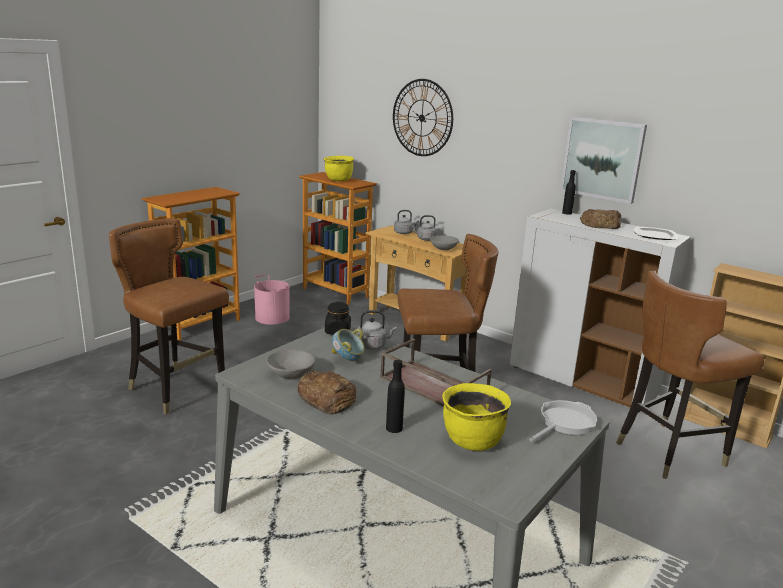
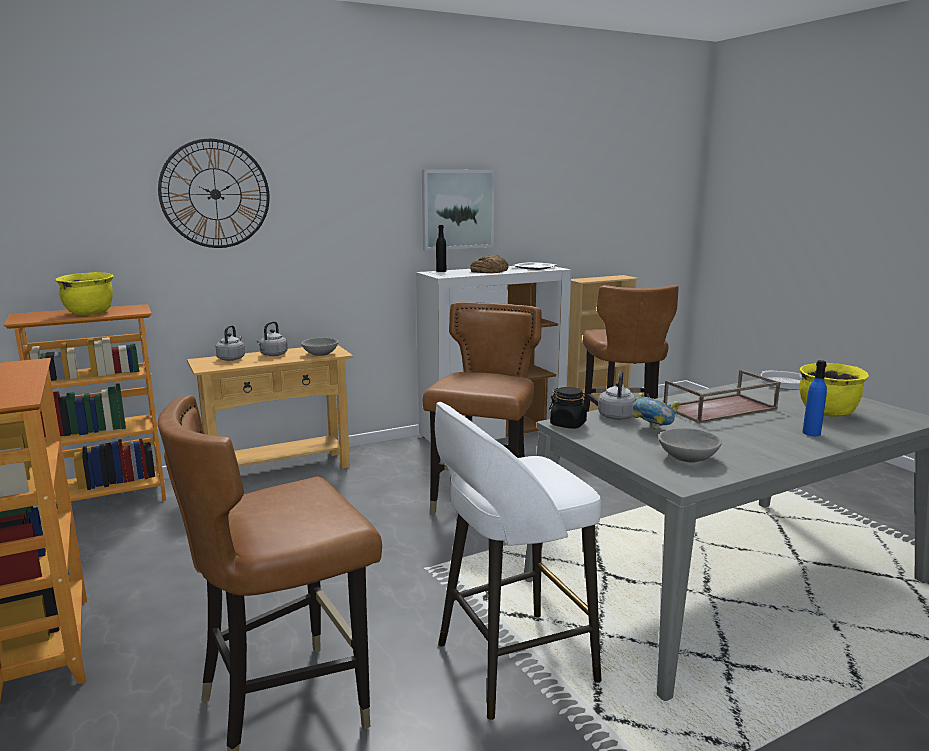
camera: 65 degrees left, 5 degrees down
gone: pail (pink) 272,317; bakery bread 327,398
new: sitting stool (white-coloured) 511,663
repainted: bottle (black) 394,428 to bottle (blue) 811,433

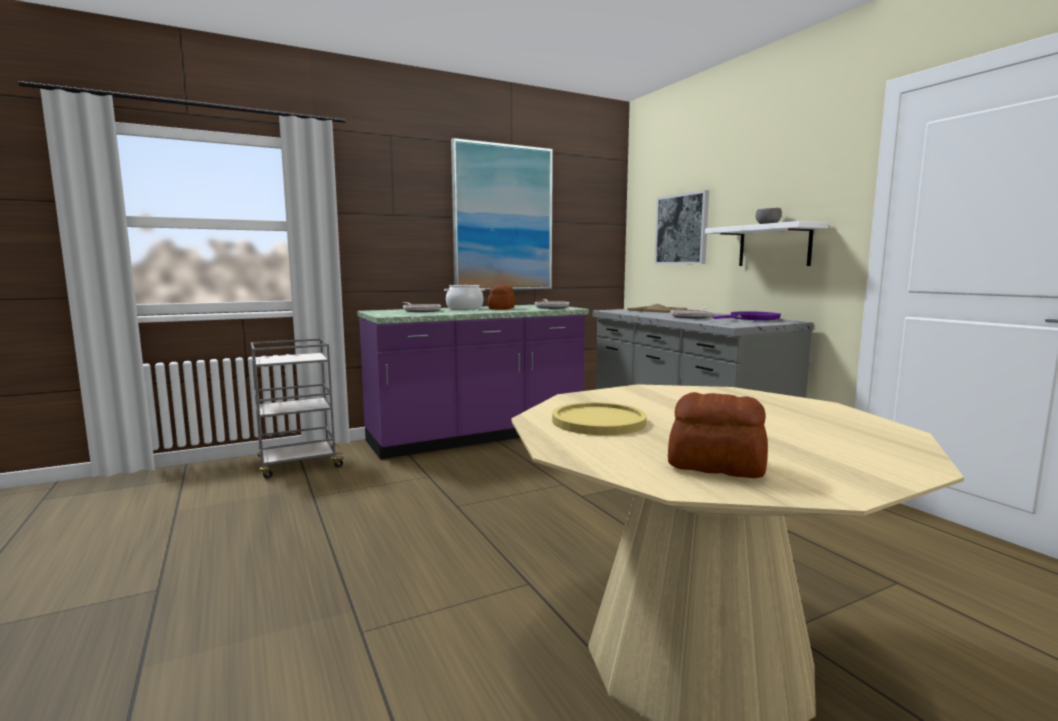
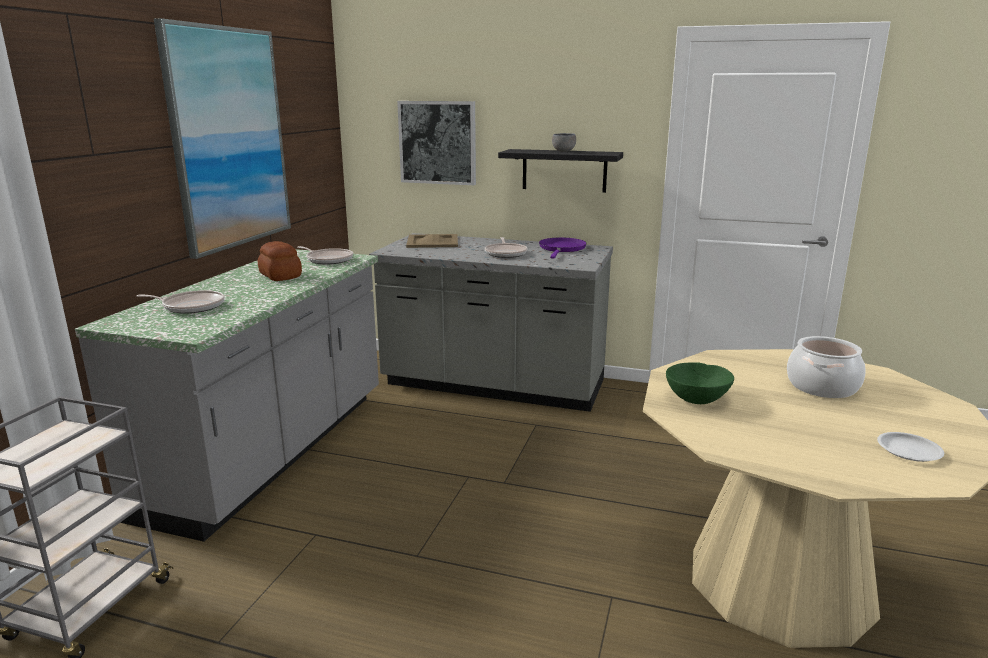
camera: 45 degrees left, 10 degrees up
gone: dinner plate (yellow) 598,421
new: serving bowl (green-coloured) 696,398
shifted: stockpot 465,308 to 822,386
swapped: bakery bread 715,465 to dinner plate (white-coloured) 908,450
repainted: kitchen base unit (purple) 477,436 to kitchen base unit (greyish) 273,452; wall shelf (white-coloured) 774,246 to wall shelf (black) 564,170

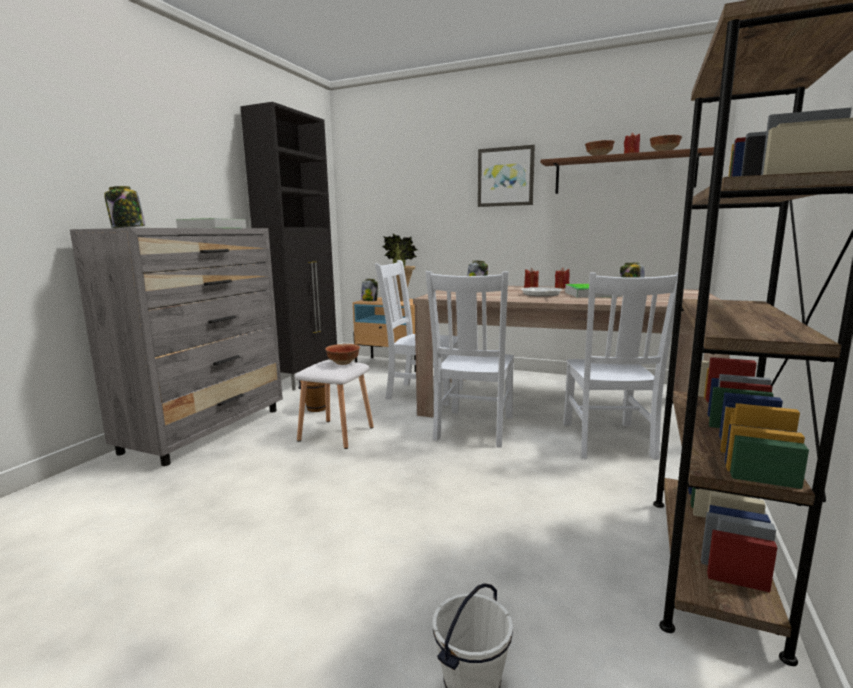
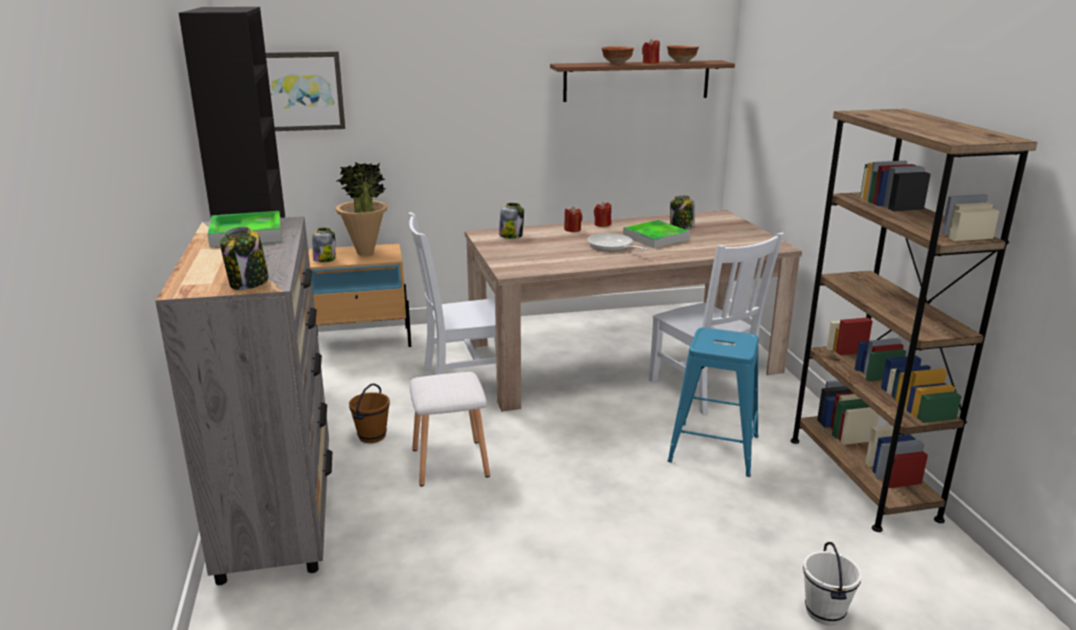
camera: 35 degrees left, 10 degrees up
gone: serving bowl 344,363; plain chair (white-coloured) 473,429
new: sitting stool (blue) 714,448
shifted: picture 505,177 to 303,91

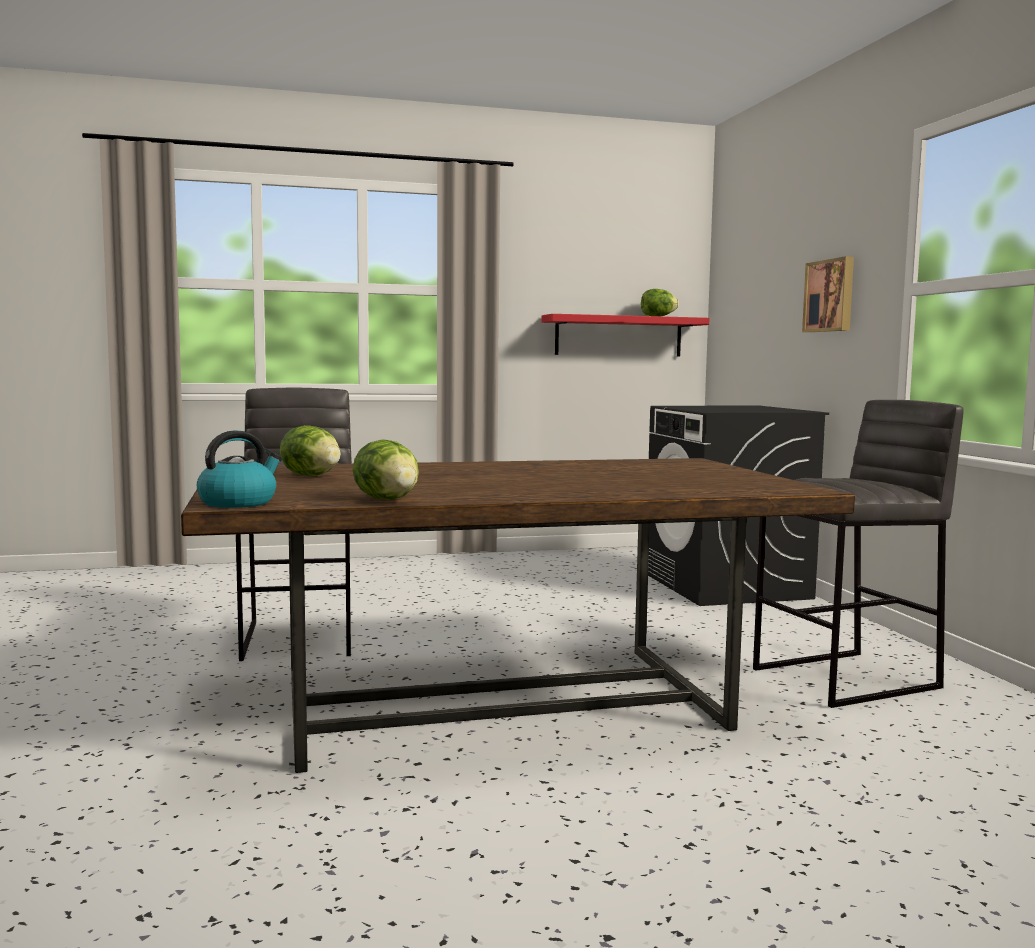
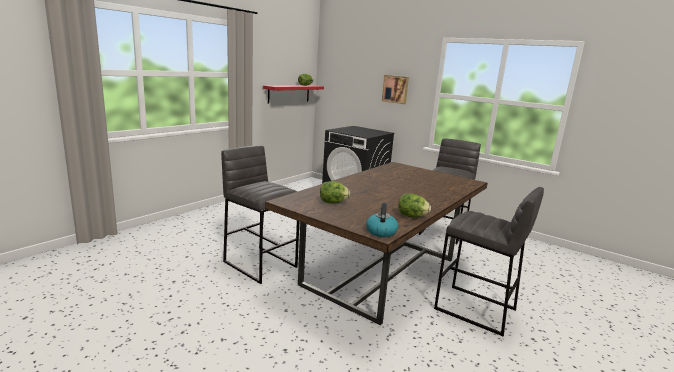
camera: 40 degrees left, 10 degrees up
new: sitting stool (greyish) 475,310

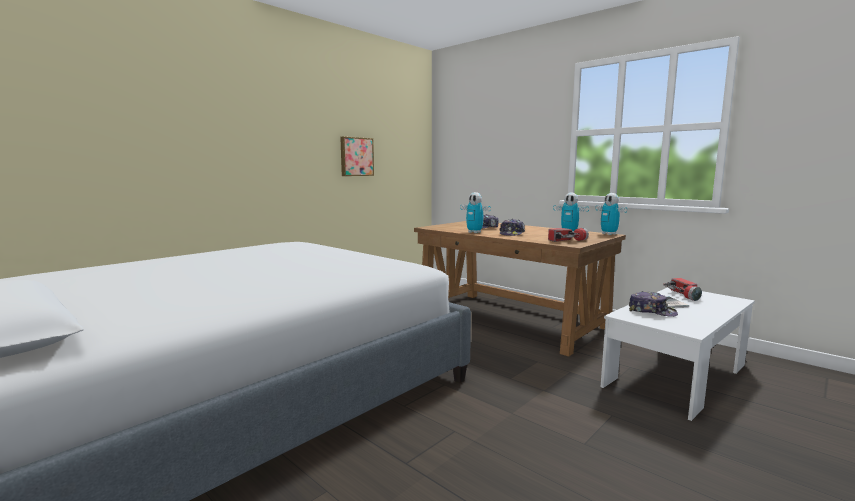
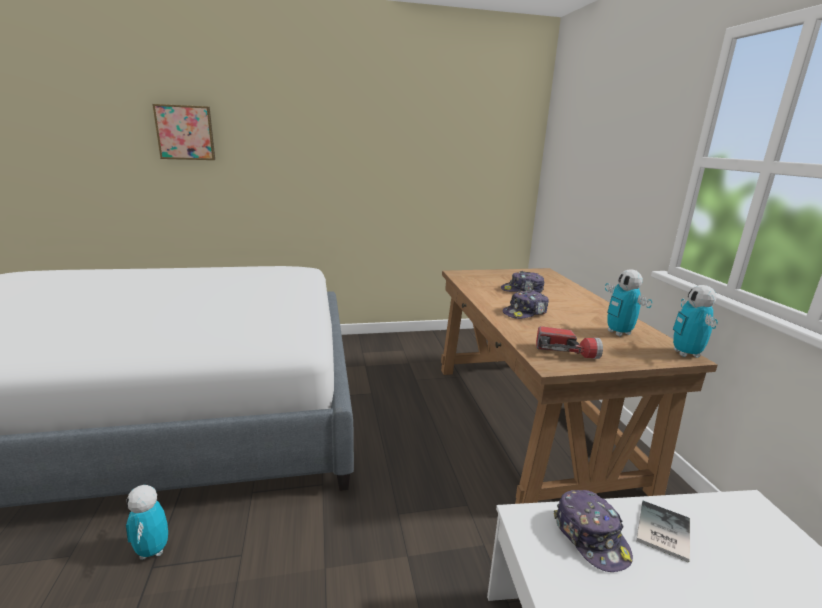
camera: 35 degrees right, 10 degrees up
gone: hand torch 684,295
shifted: picture 356,156 to 185,132; robot figure 474,232 to 153,550

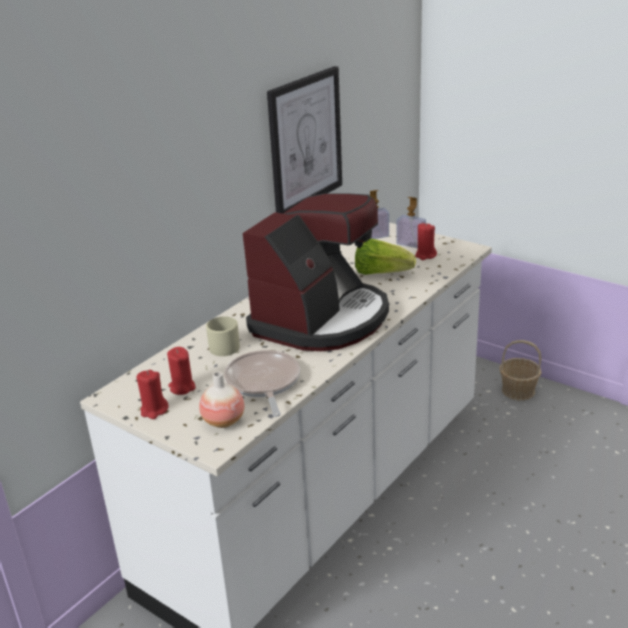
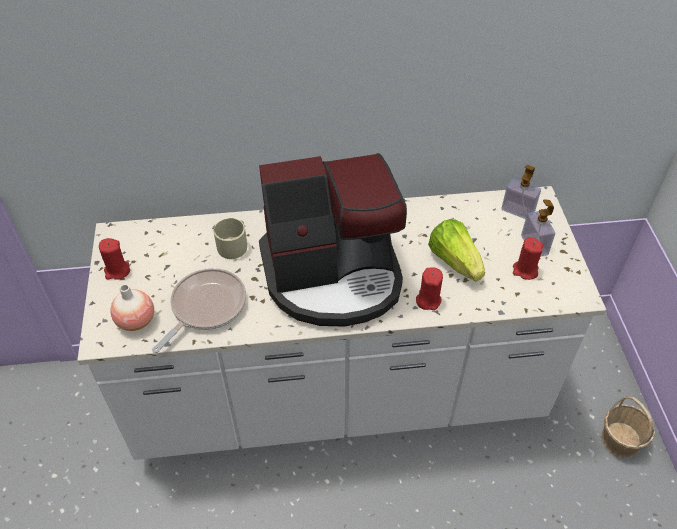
camera: 45 degrees right, 20 degrees up
gone: picture 305,141
shifted: candle (red) 182,387 to 428,300

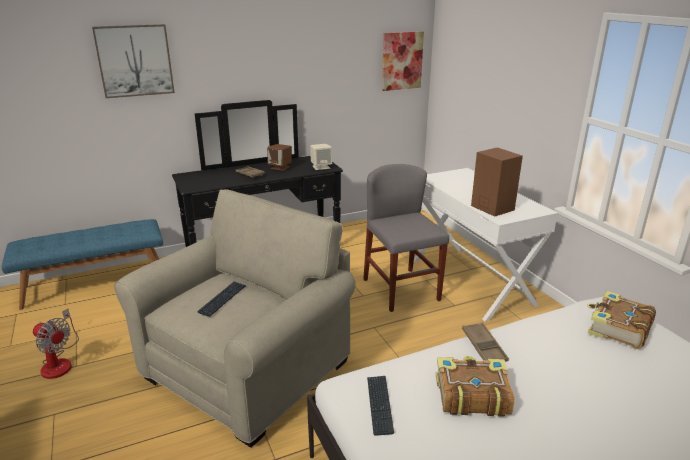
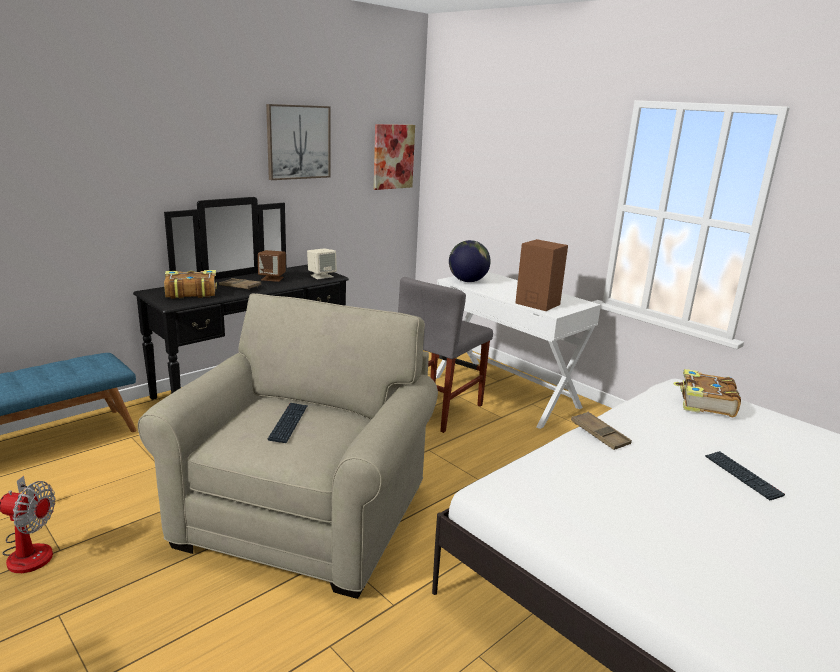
camera: 20 degrees left, 5 degrees down
new: globe 467,281
shifted: picture 134,61 to 298,142; PC keyboard 379,405 to 742,476; book 471,395 to 190,292
rotated: plain chair (greyish) 401,289 = 437,408 105 degrees counterclockwise

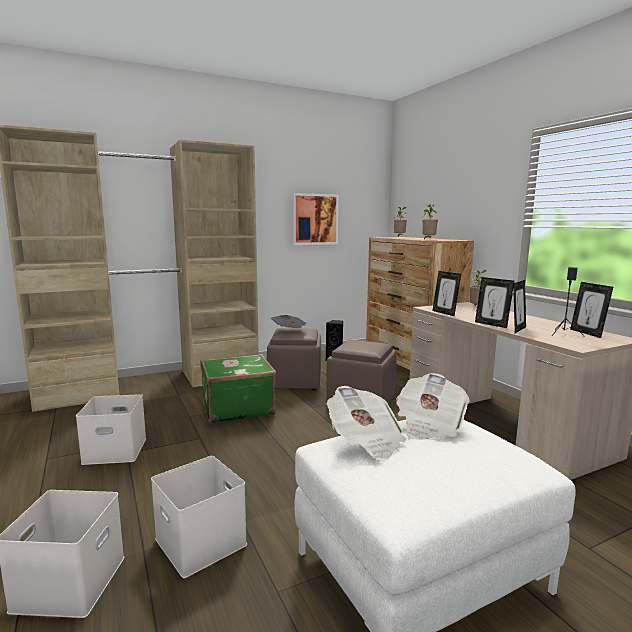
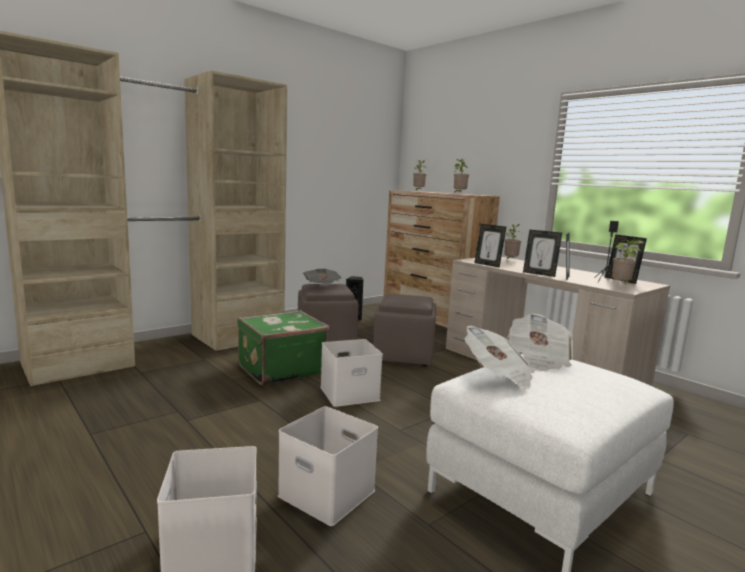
camera: 15 degrees left, 0 degrees up
gone: picture 314,219
new: plant in a pot 622,286
shifted: storage bin (white-coloured) 116,450 to 350,393

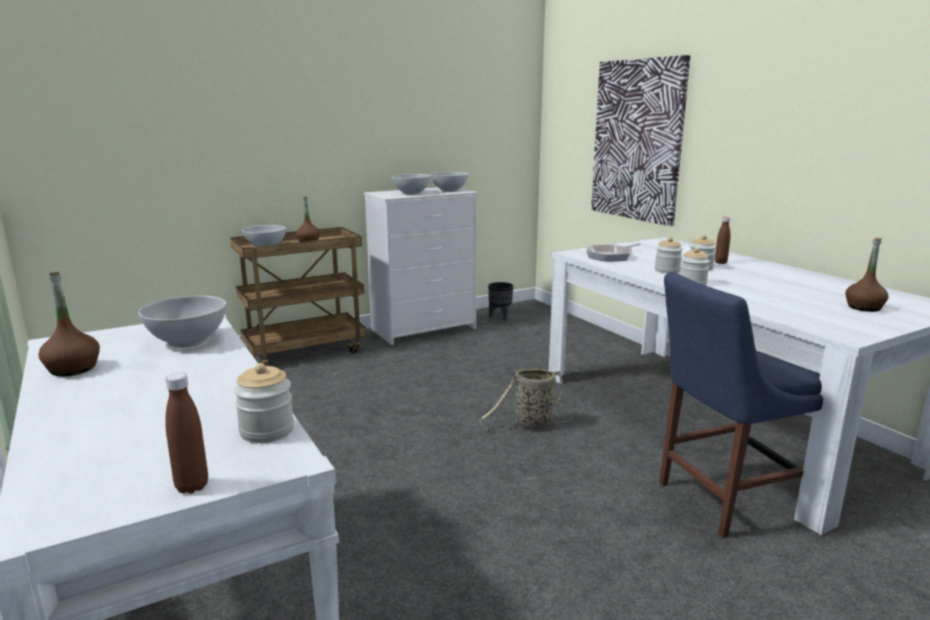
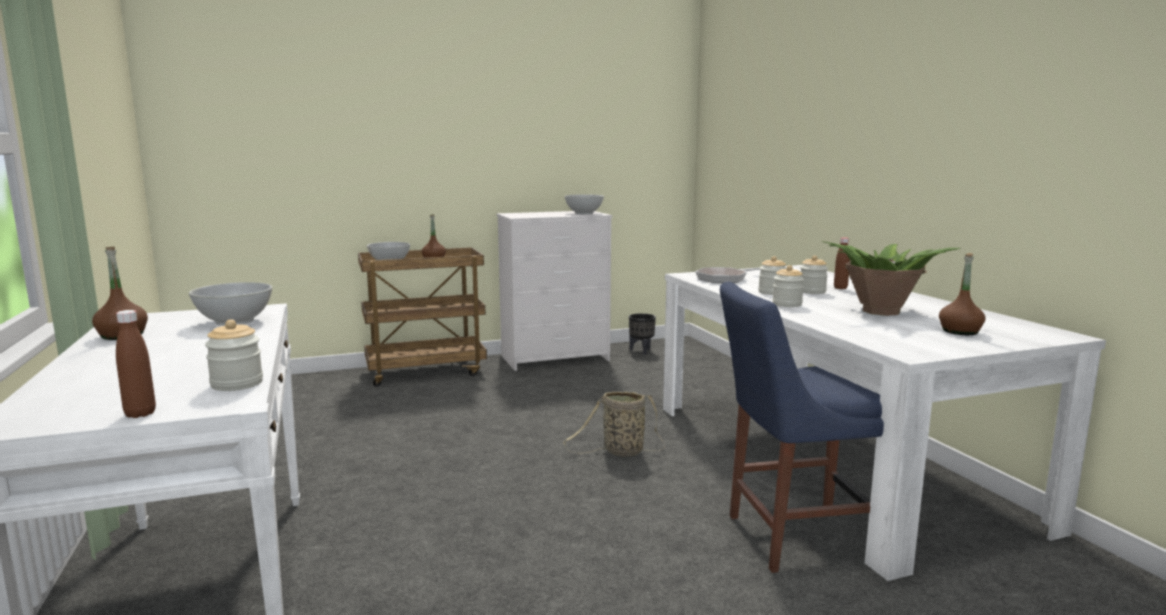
camera: 10 degrees right, 5 degrees down
gone: serving bowl (white-coloured) 411,193; picture 637,140
new: plant in a pot 879,311

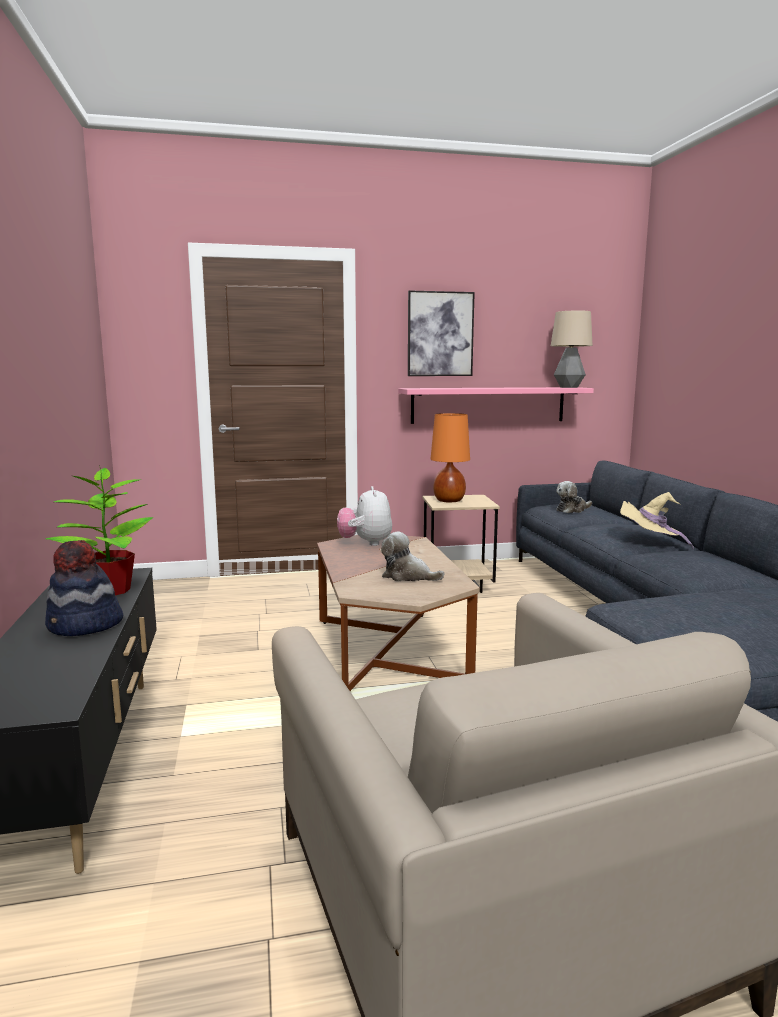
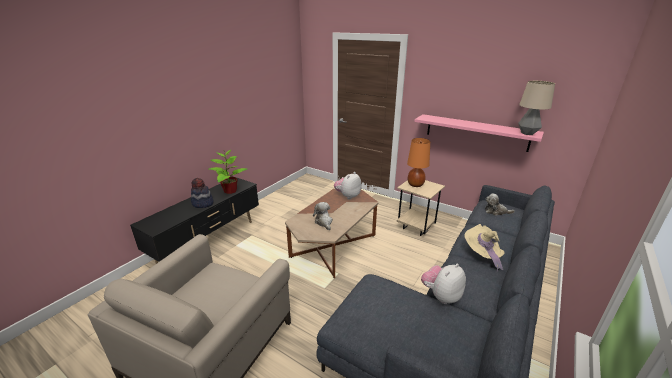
camera: 45 degrees right, 15 degrees up
gone: picture 440,334
new: cuddly toy 441,296

